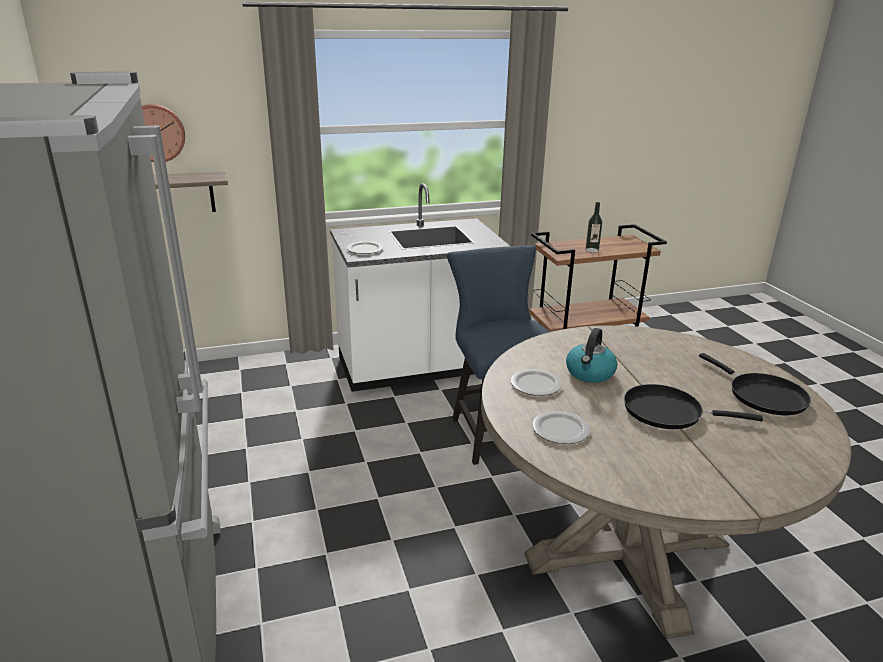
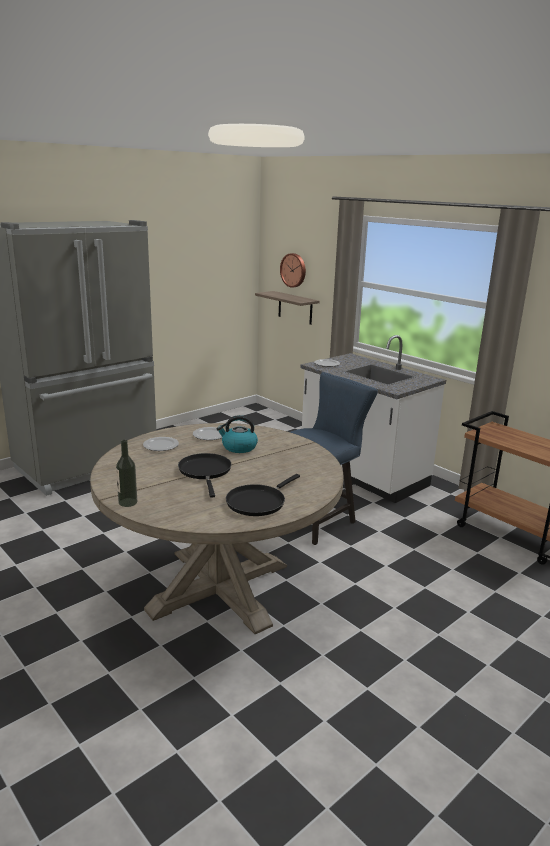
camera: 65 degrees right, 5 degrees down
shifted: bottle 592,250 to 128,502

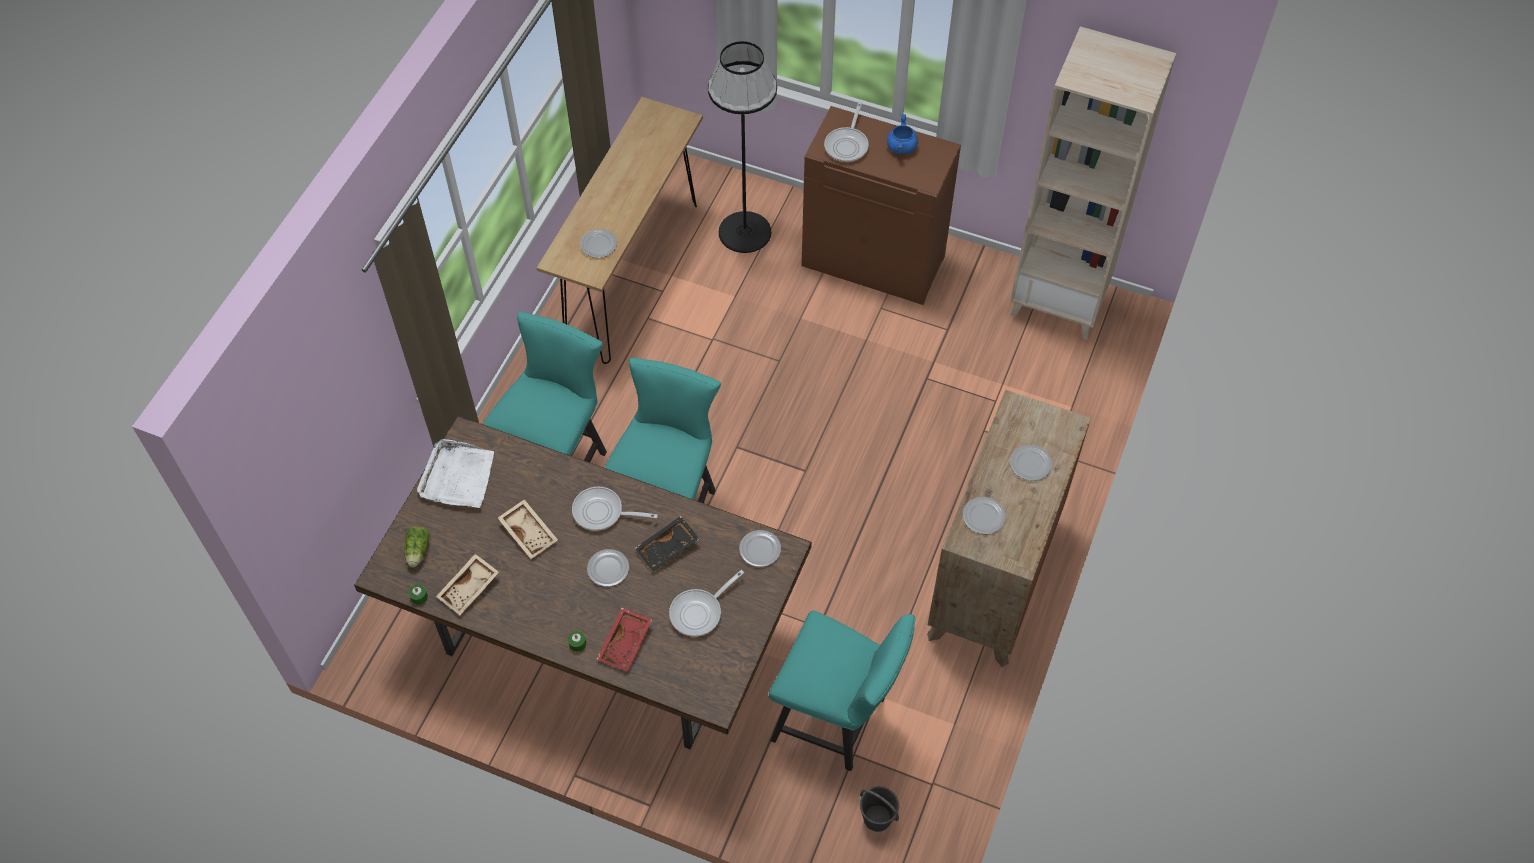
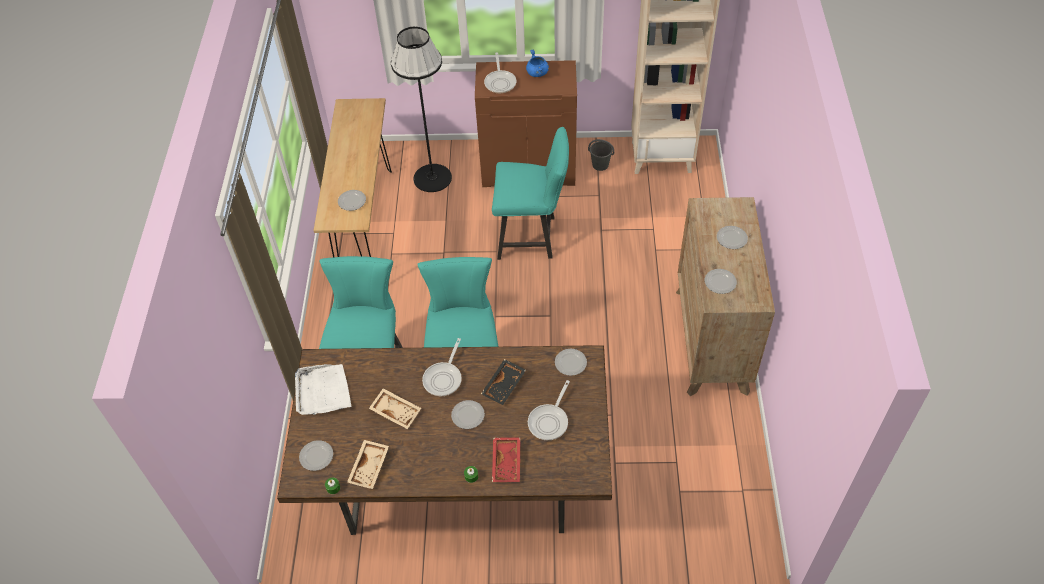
camera: 20 degrees left, 5 degrees down
shifted: plain chair (blue-green) 837,721 to 532,237; pail (greyish) 877,818 to 600,165
swapped: head of lettuce 417,552 to dinner plate 316,456
rotated: skillet 602,512 = 444,378 60 degrees counterclockwise

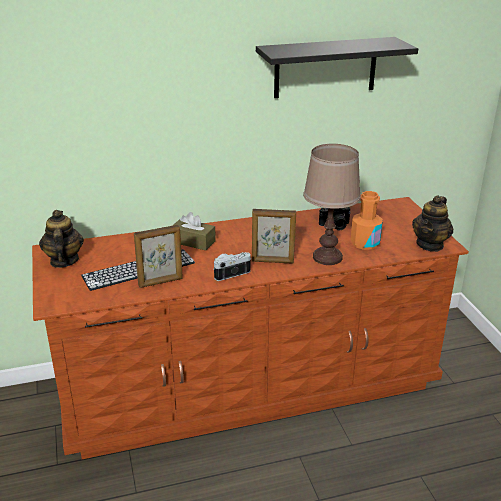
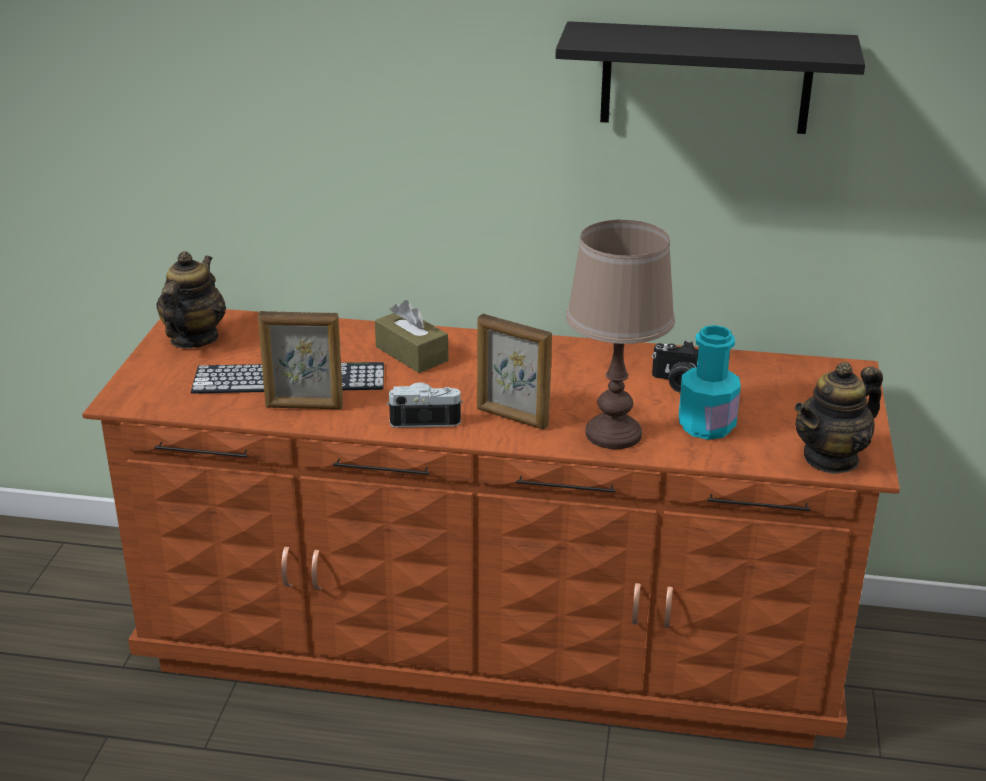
camera: 25 degrees right, 0 degrees up
repainted: bottle (orangey) 365,243 to bottle (blue-green) 706,426

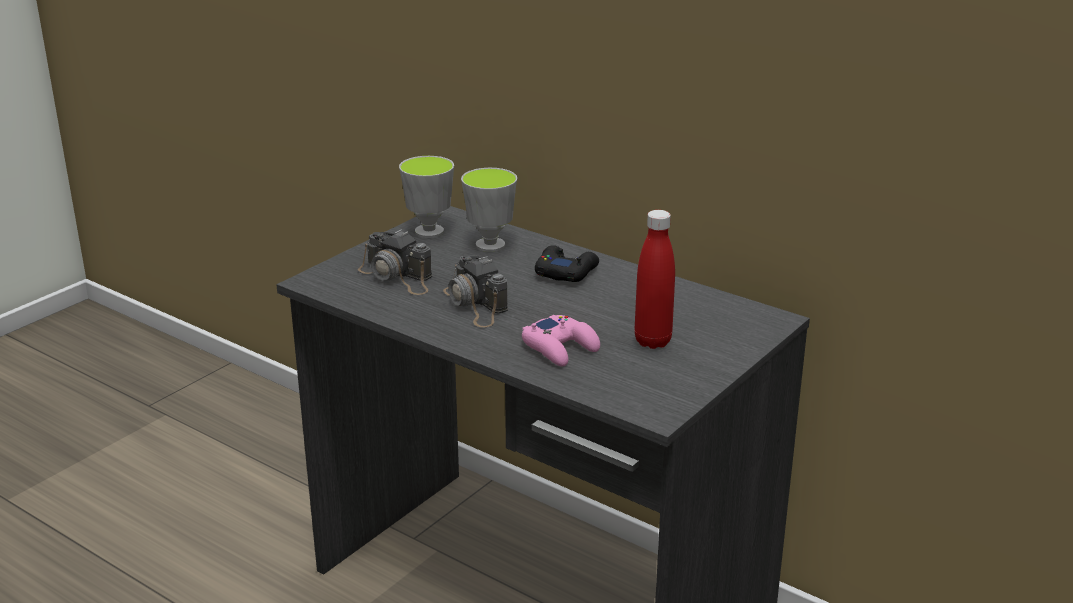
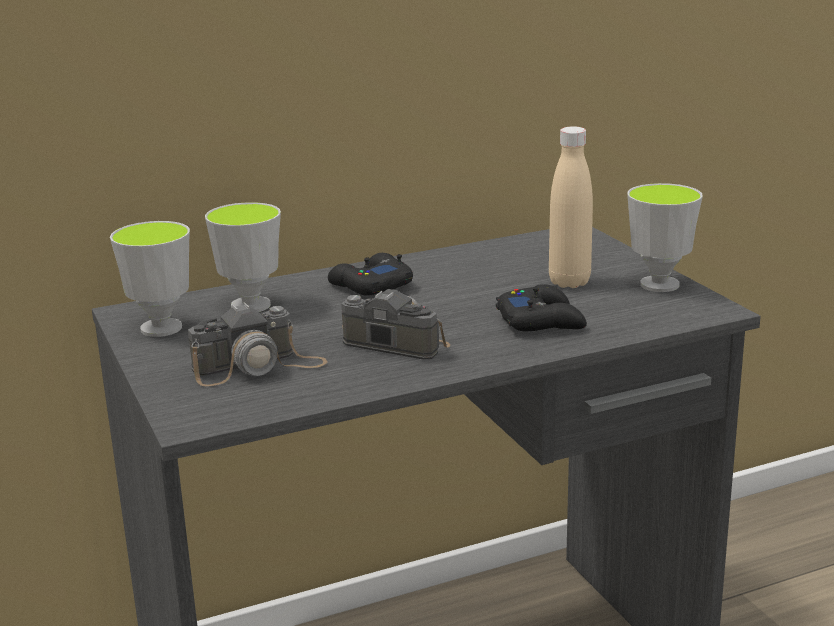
camera: 60 degrees left, 5 degrees down
new: small cup 659,285
repainted: gamepad (pink) 560,348 to gamepad (black) 541,321; bottle (red) 652,341 to bottle (beige-coloured) 569,282
rotated: photo camera 475,304 = 389,340 150 degrees counterclockwise

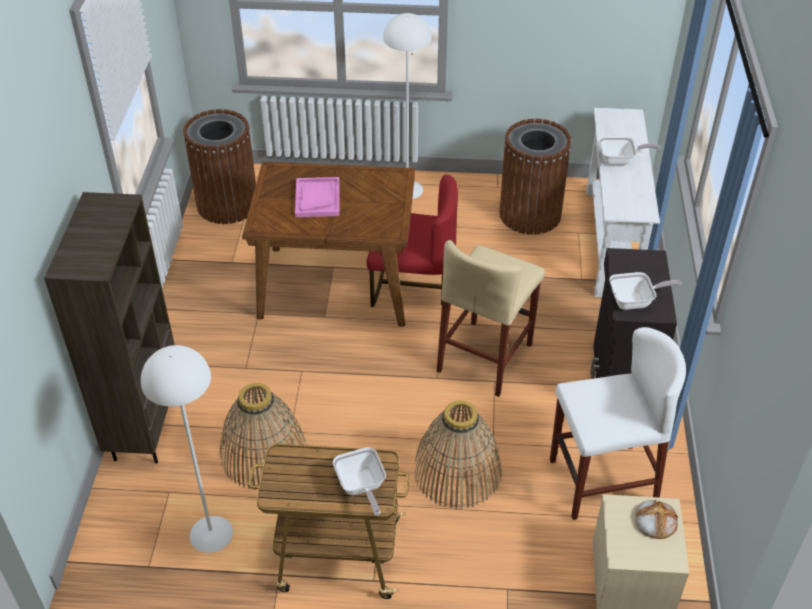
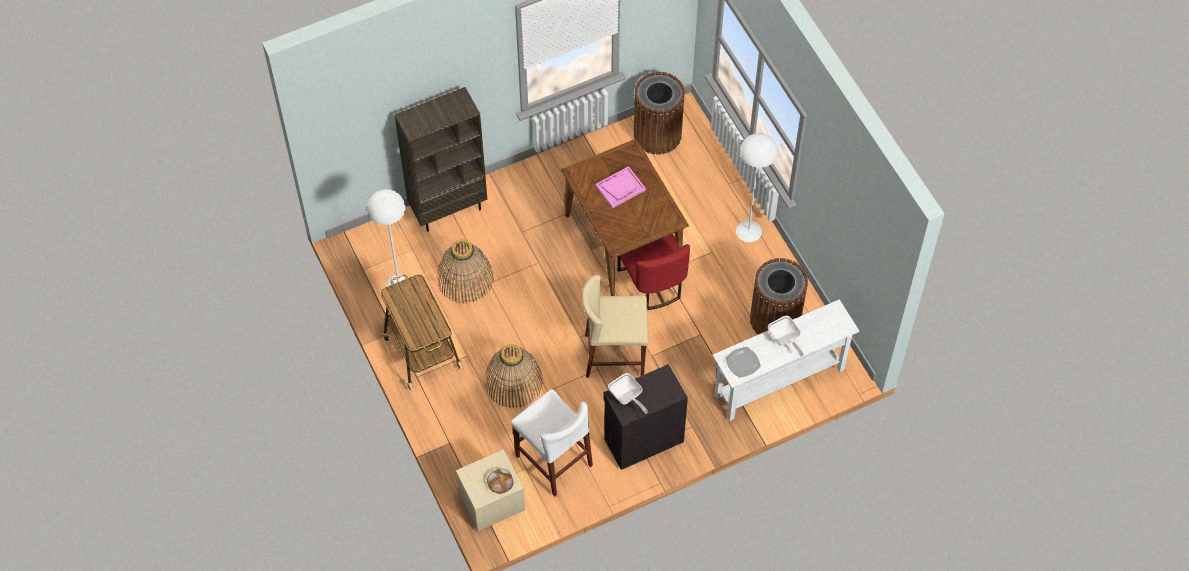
camera: 60 degrees right, 15 degrees up
gone: skillet 361,487
new: dinner plate 743,363

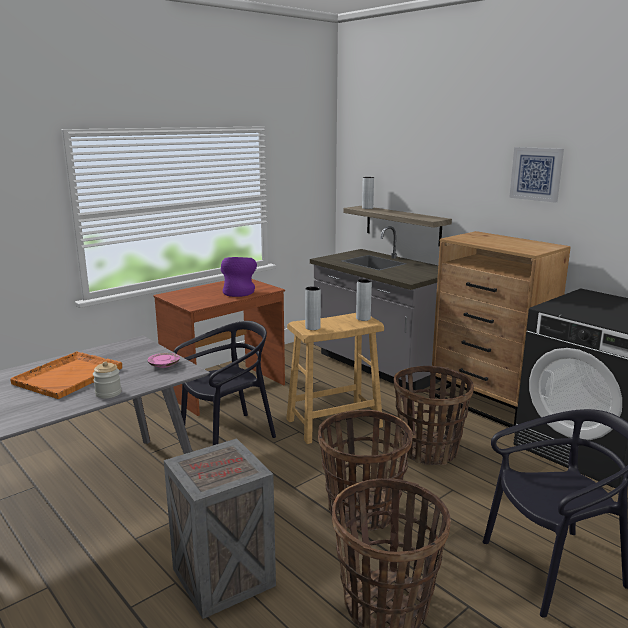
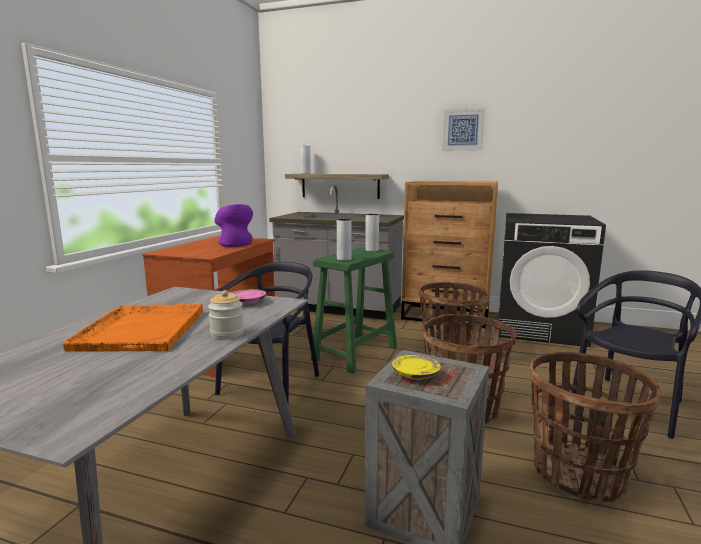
camera: 30 degrees left, 5 degrees down
new: dinner plate (yellow) 415,374
repainted: sitting stool (beige-coloured) 333,423 to sitting stool (green-coloured) 354,353

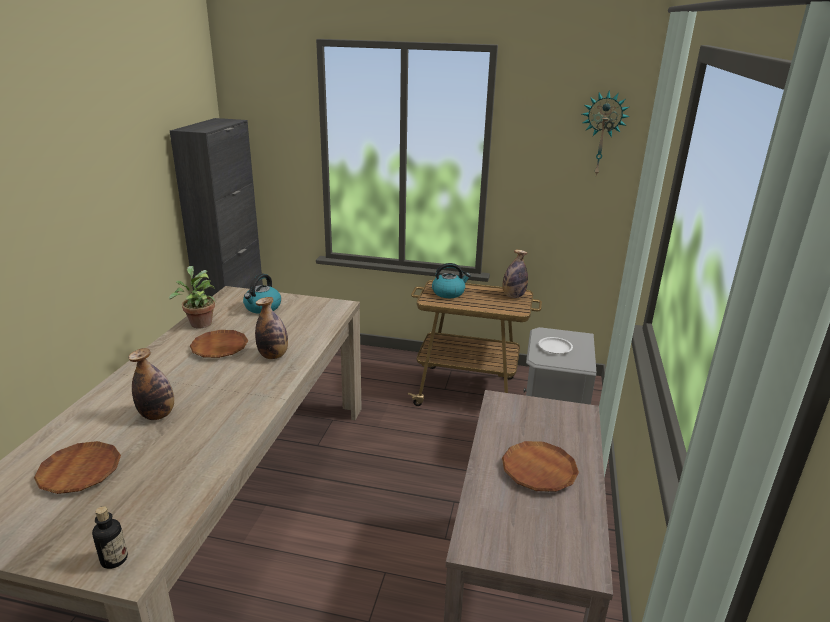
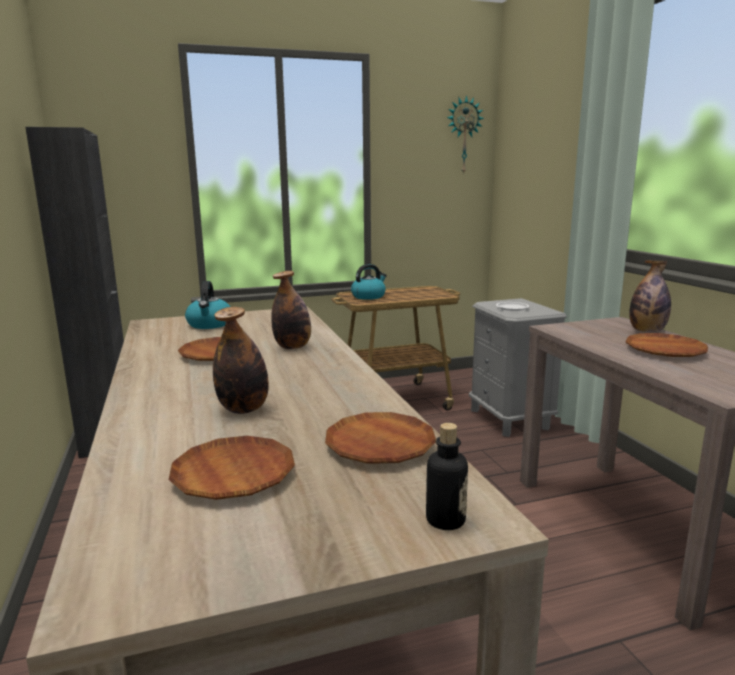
camera: 30 degrees left, 10 degrees down
gone: plant in a pot 199,323
new: dinner plate (brownish) 380,445
shifted: bottle 513,296 to 647,331

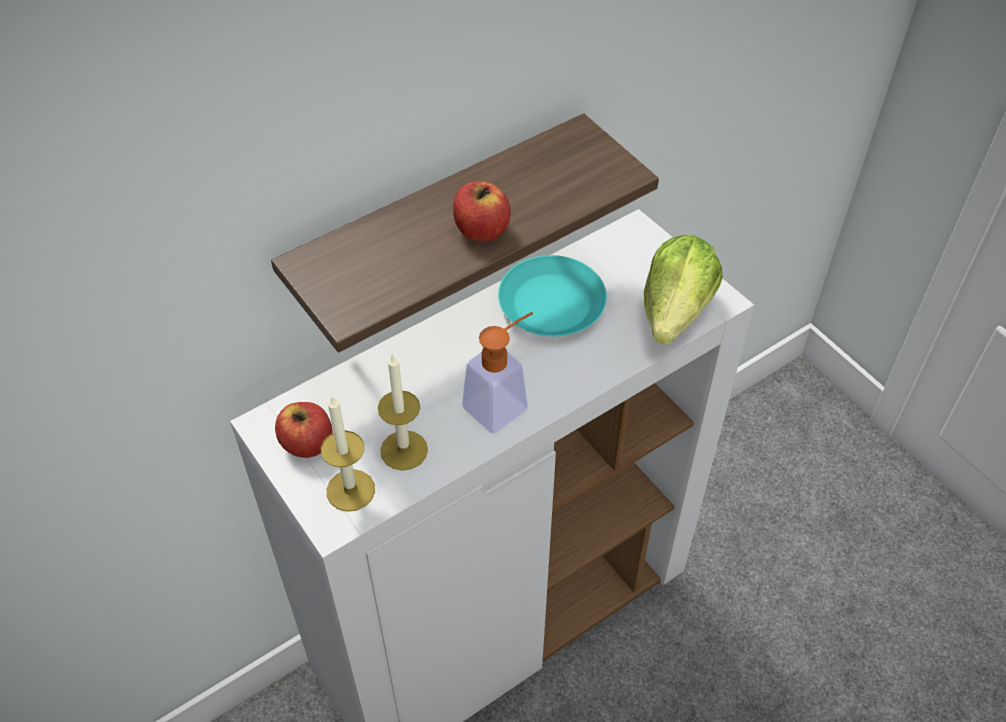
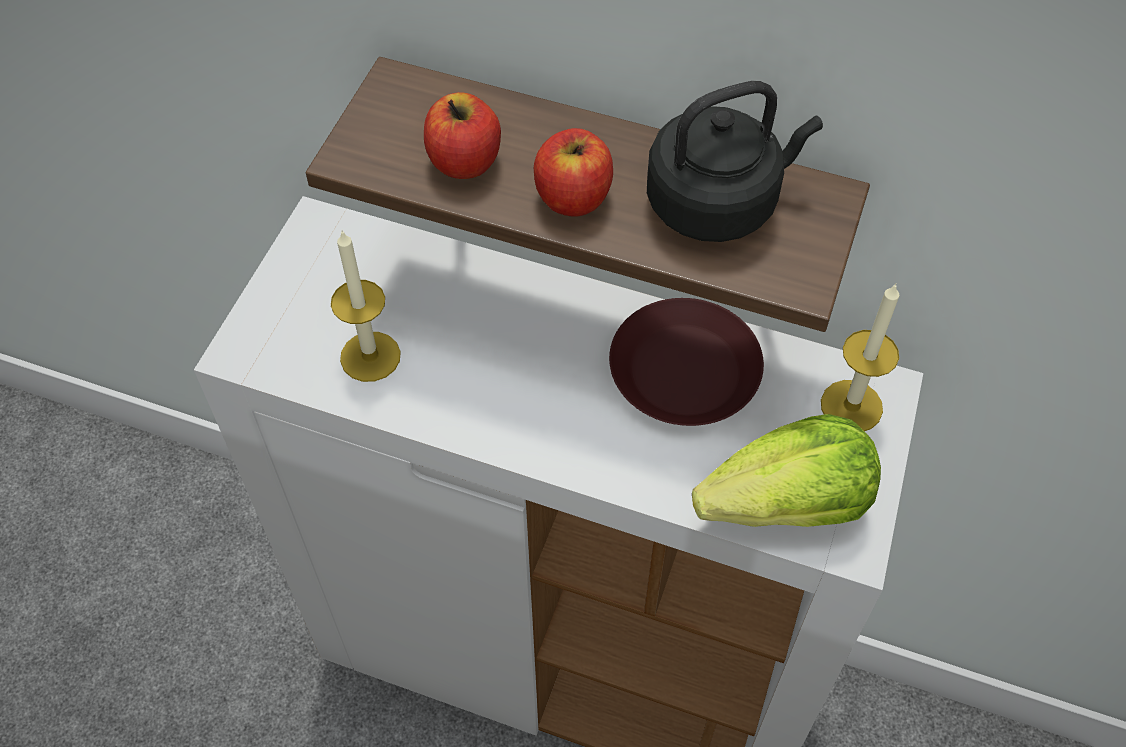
camera: 55 degrees right, 5 degrees up
gone: liquid soap bottle 503,403
new: tea kettle (black) 718,202
shifted: whole apple 307,443 to 464,161; candle 350,490 to 851,406
repainted: dinner plate (blue-green) 551,303 to dinner plate (brownish) 685,369

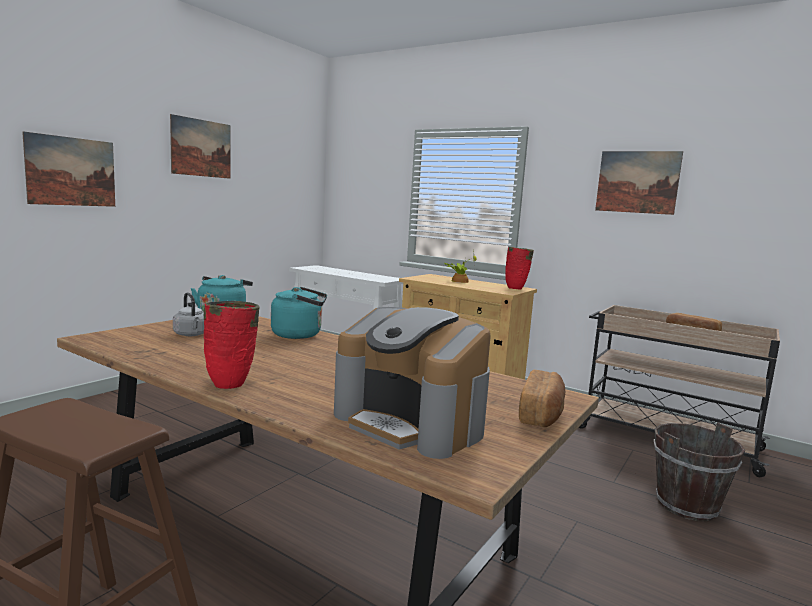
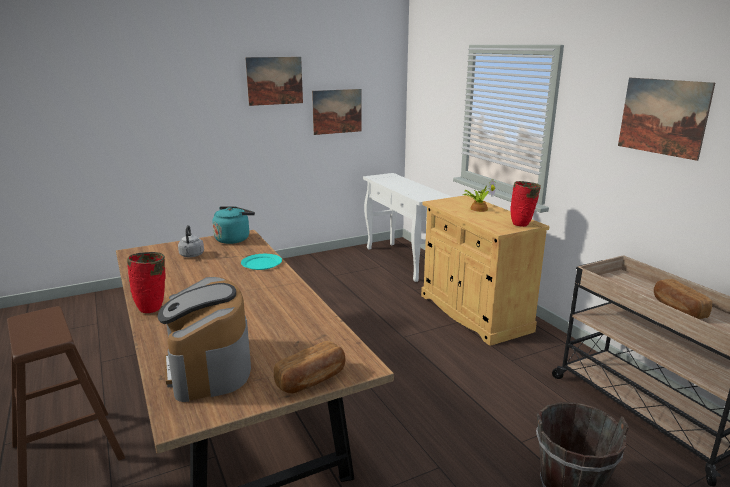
camera: 30 degrees right, 10 degrees up
shifted: picture 71,171 to 337,111
swapped: tea kettle (blue-green) 300,335 to dinner plate (blue-green) 261,264

